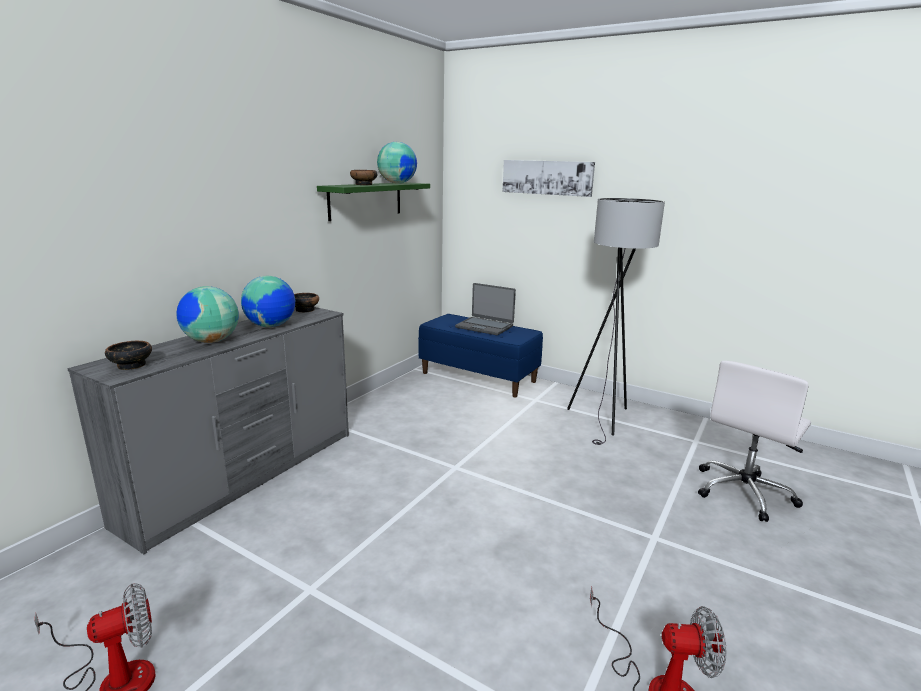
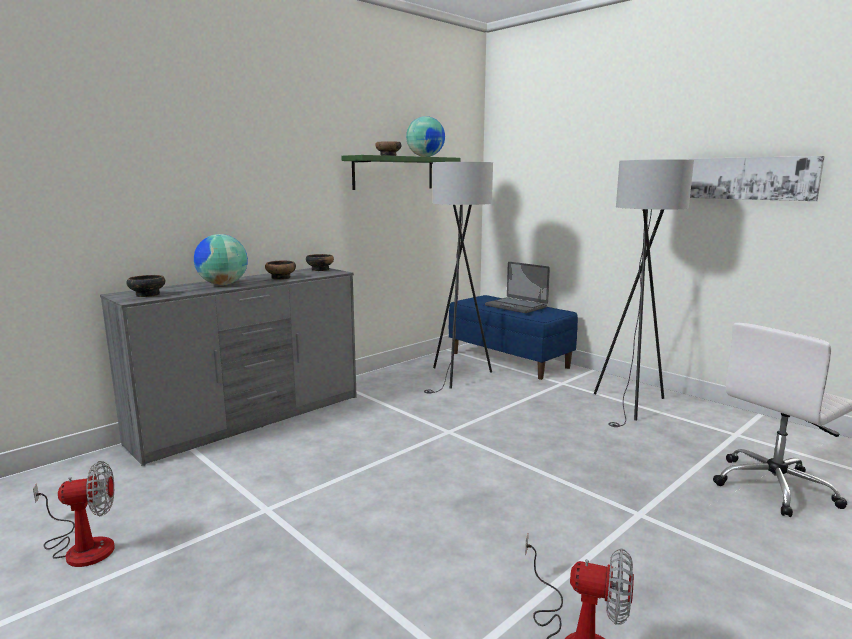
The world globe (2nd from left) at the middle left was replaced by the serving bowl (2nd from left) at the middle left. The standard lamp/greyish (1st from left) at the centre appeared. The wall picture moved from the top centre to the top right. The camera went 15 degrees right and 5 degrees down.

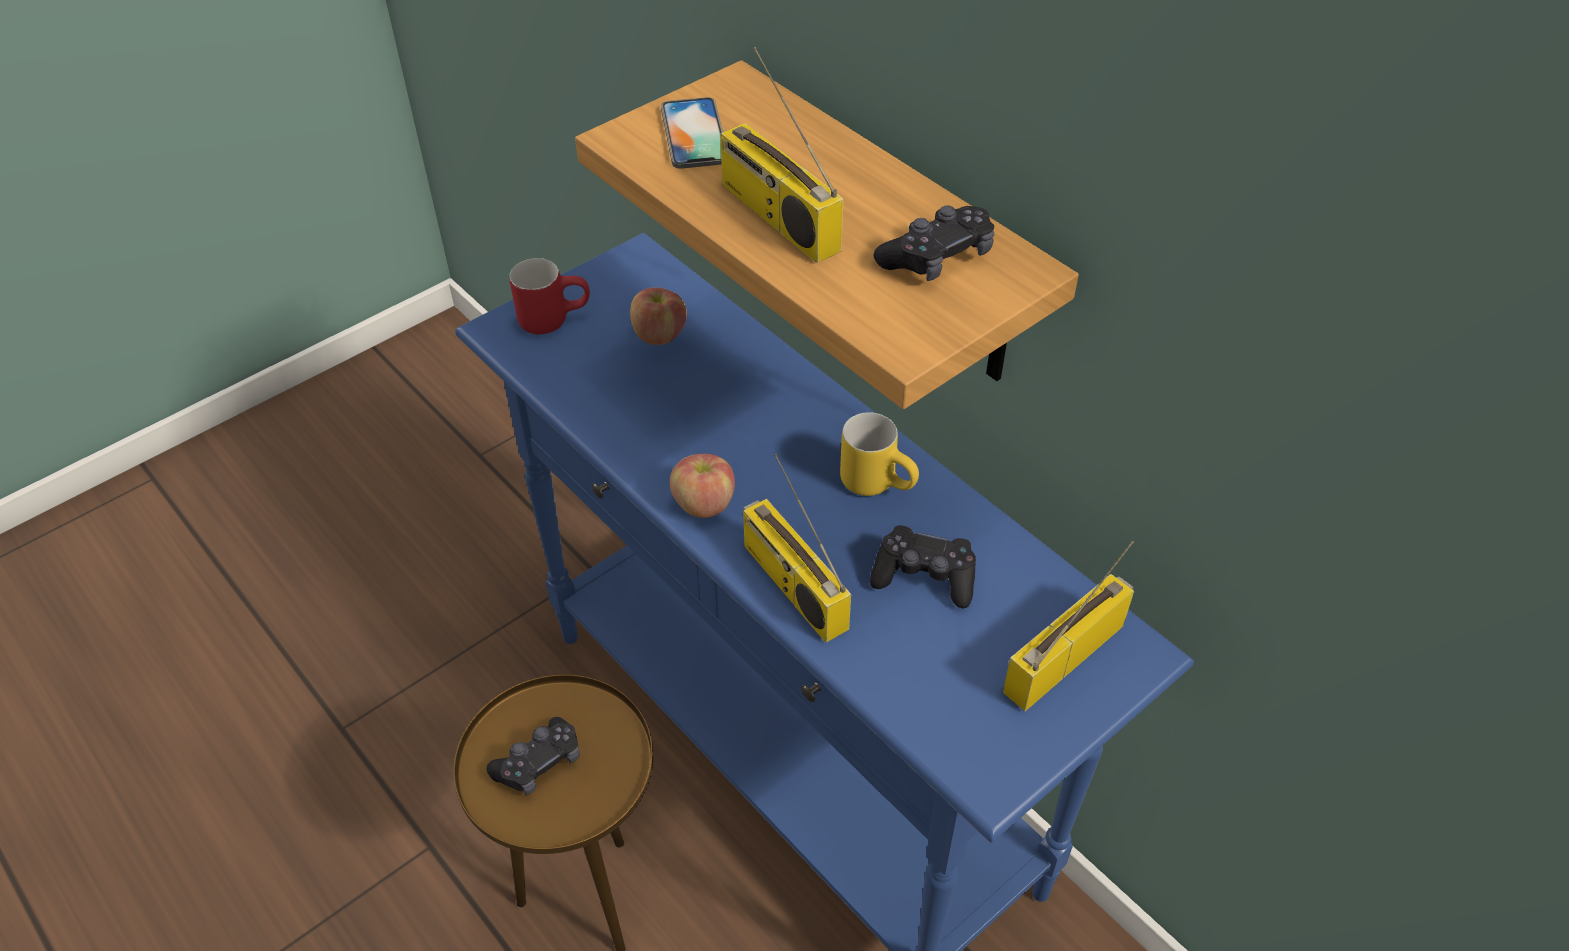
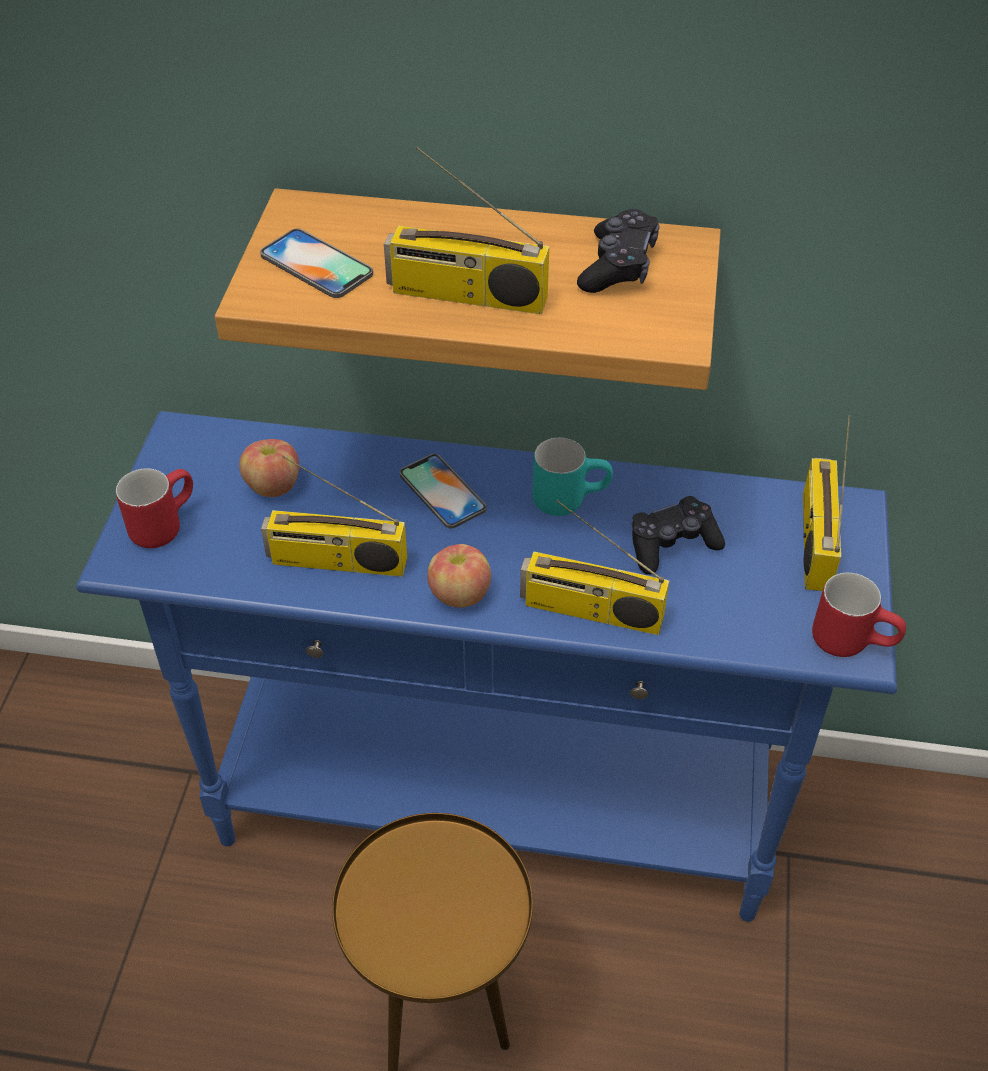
The radio (1st from left) at the centre appeared. The handset (2nd from left) at the centre appeared. The coffee mug/yellowish at the centre became the coffee mug/turquoise-coloured at the centre. The coffee mug/reddish (2nd from left) at the middle right appeared. The joypad/blackish (1st from left) at the bottom centre disappeared. The camera went 40 degrees left and 0 degrees up.

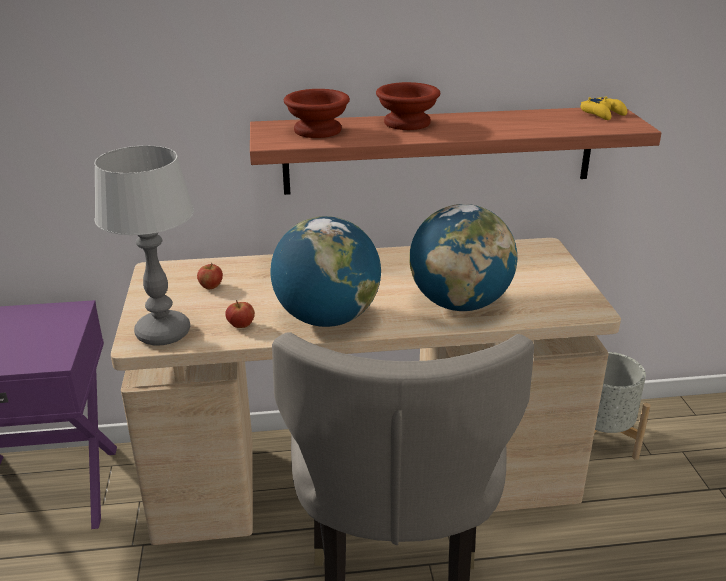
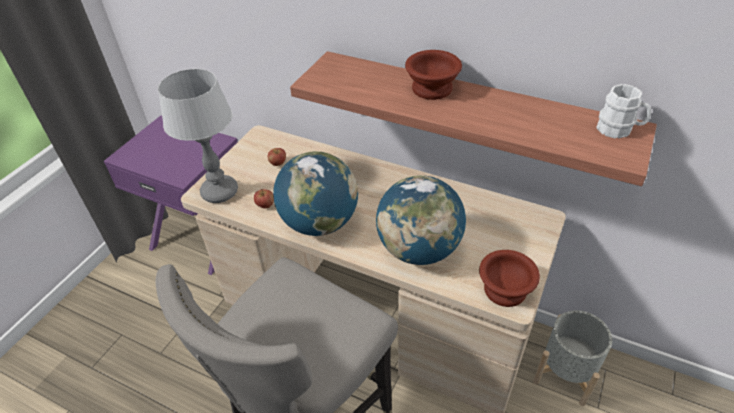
The serving bowl/brown-coloured (1st from left in the first image) moved from the top centre to the bottom right. The joypad/yellowish at the top right was replaced by the coffee mug/whitish at the top right. The camera went 35 degrees right and 15 degrees up.

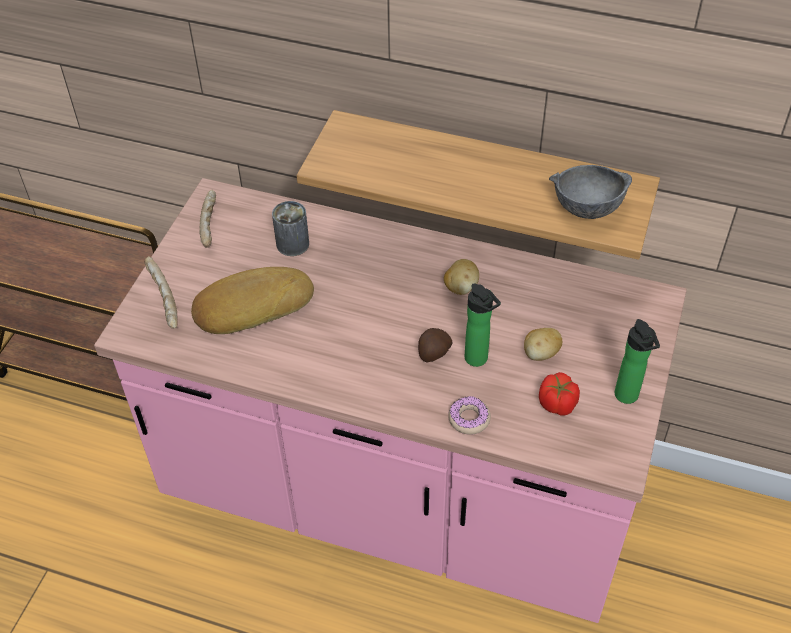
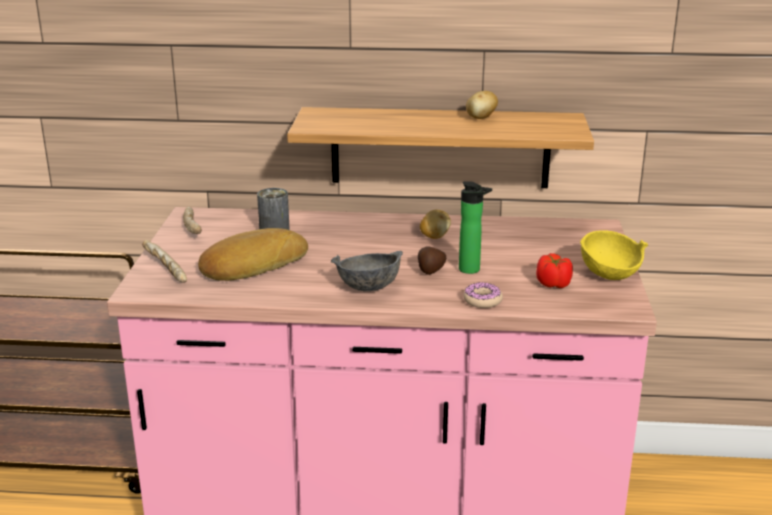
The serving bowl/greyish moved from the top right to the centre. The spud (3rd from left) moved from the middle right to the top centre. The drink bottle (2nd from left) at the middle right was replaced by the serving bowl/yellowish at the middle right. The camera went 15 degrees left and 25 degrees down.

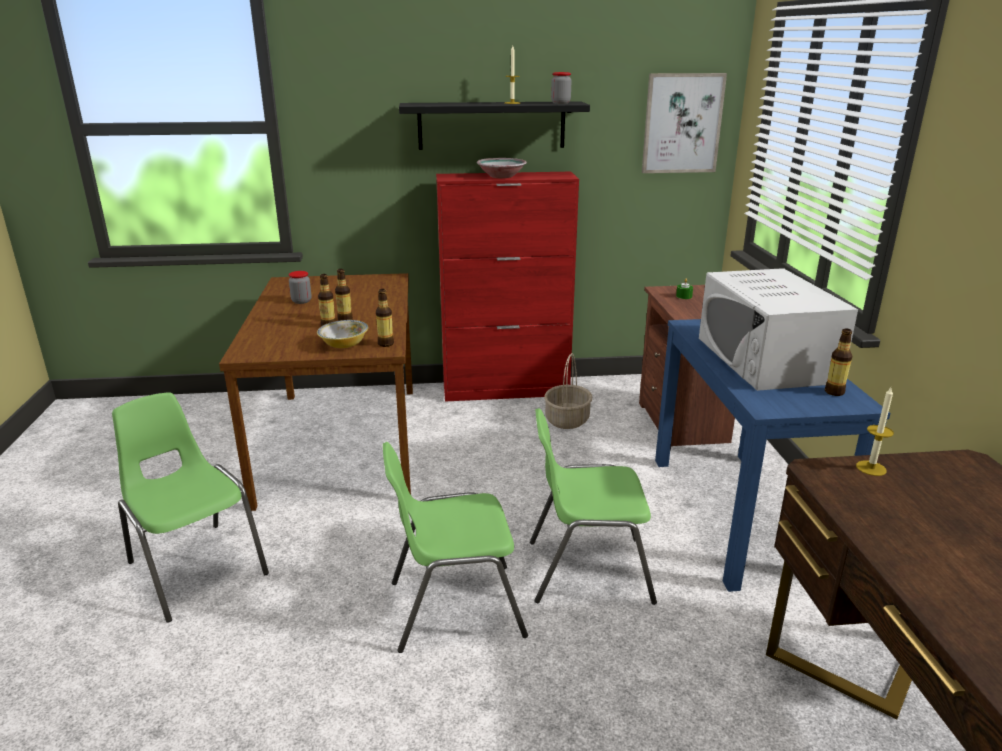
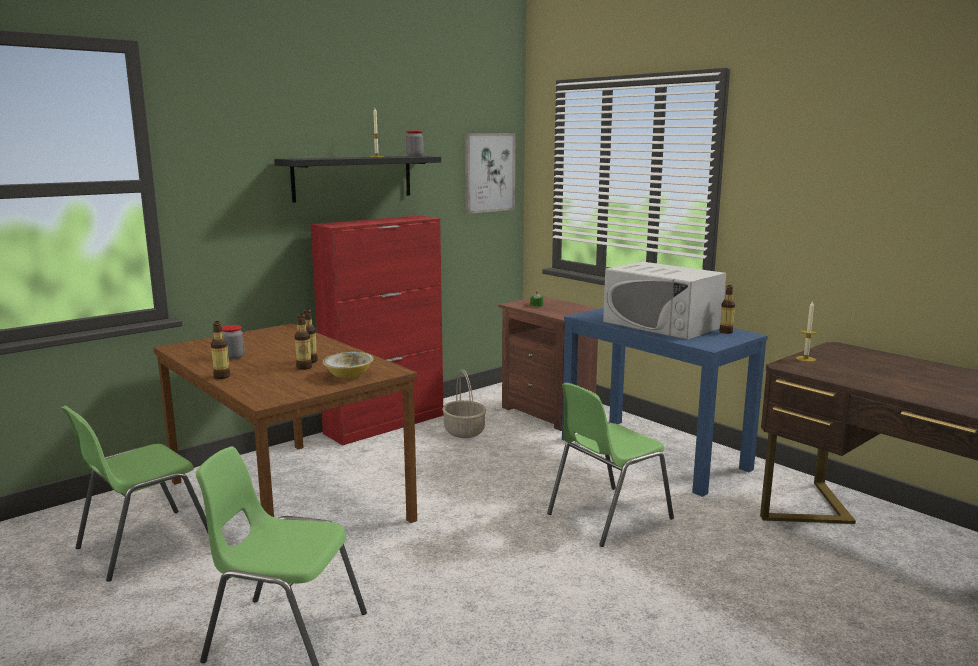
The chair/green-coloured (2nd from left in the first image) moved from the bottom centre to the bottom left. The drink bottle (3rd from left in the first image) moved from the centre to the middle left. The serving bowl (2nd from left) at the top centre disappeared. The camera went 35 degrees left and 10 degrees down.

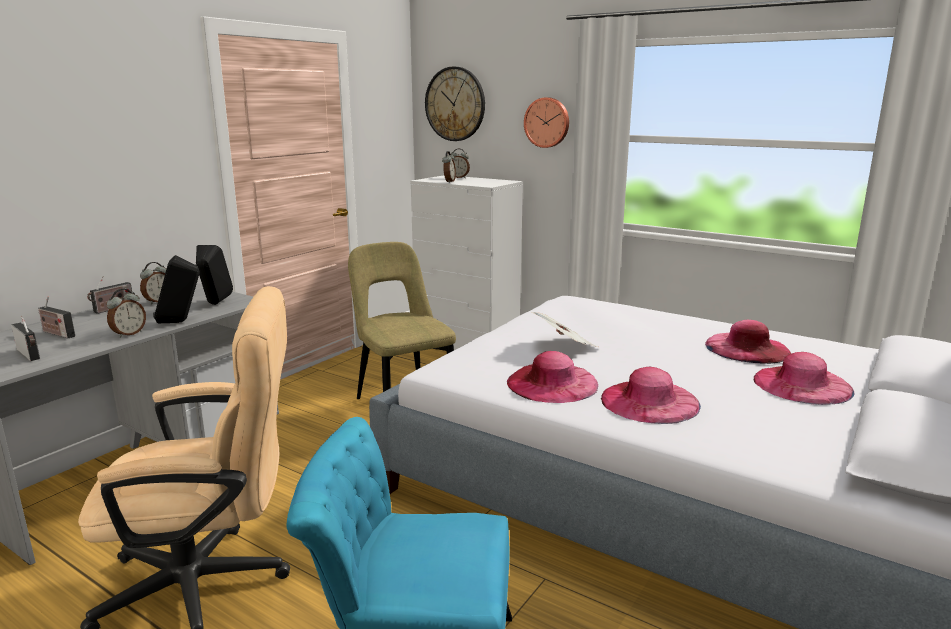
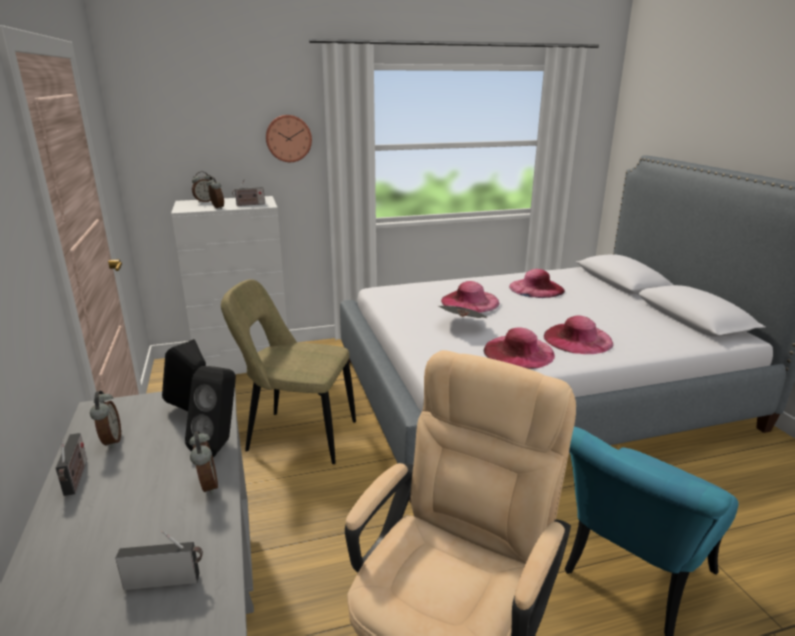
The radio (2nd from left in the first image) moved from the middle left to the top left. The clothing hat/pinkish (4th from left in the first image) moved from the middle right to the centre. The wall clock (1st from left) at the top centre disappeared. The camera went 50 degrees left and 5 degrees up.

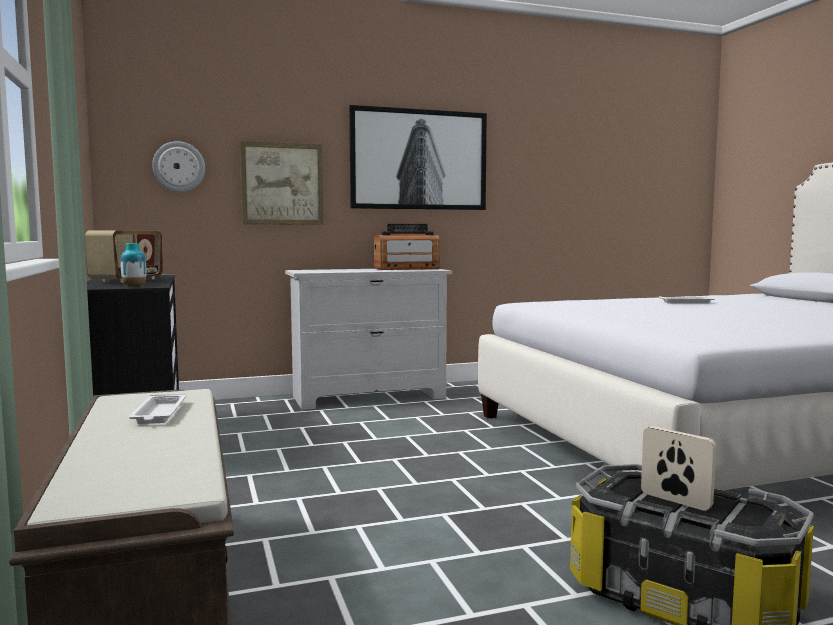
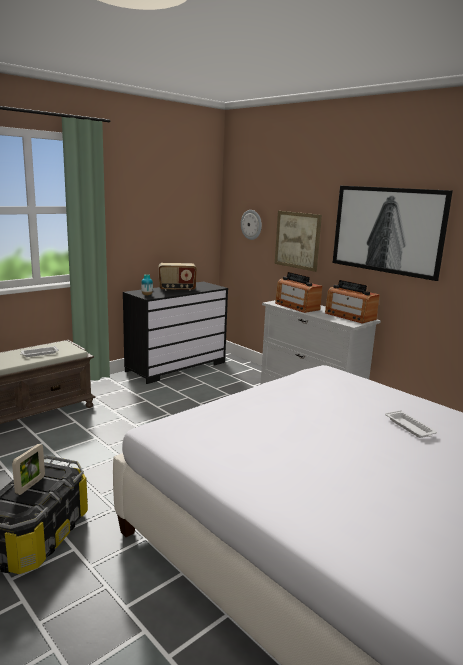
The radio (2nd from left) at the centre appeared. The camera went 65 degrees right and 10 degrees up.

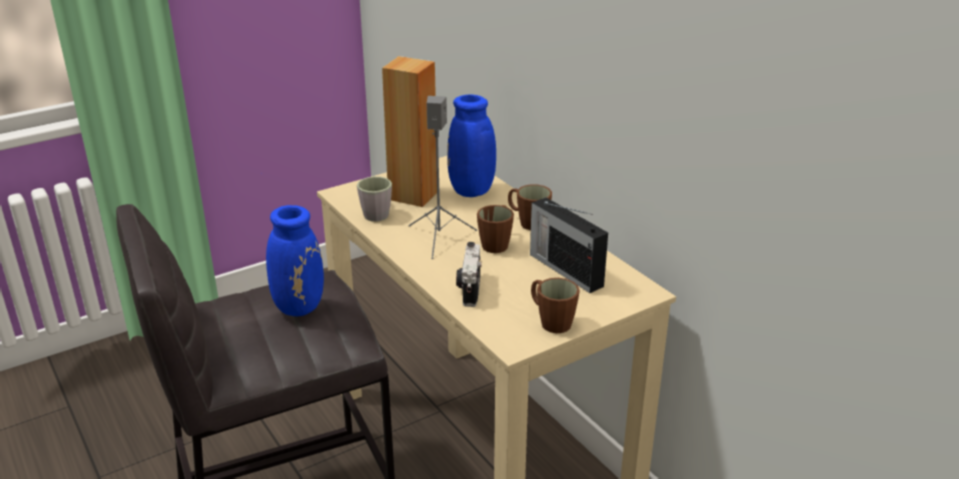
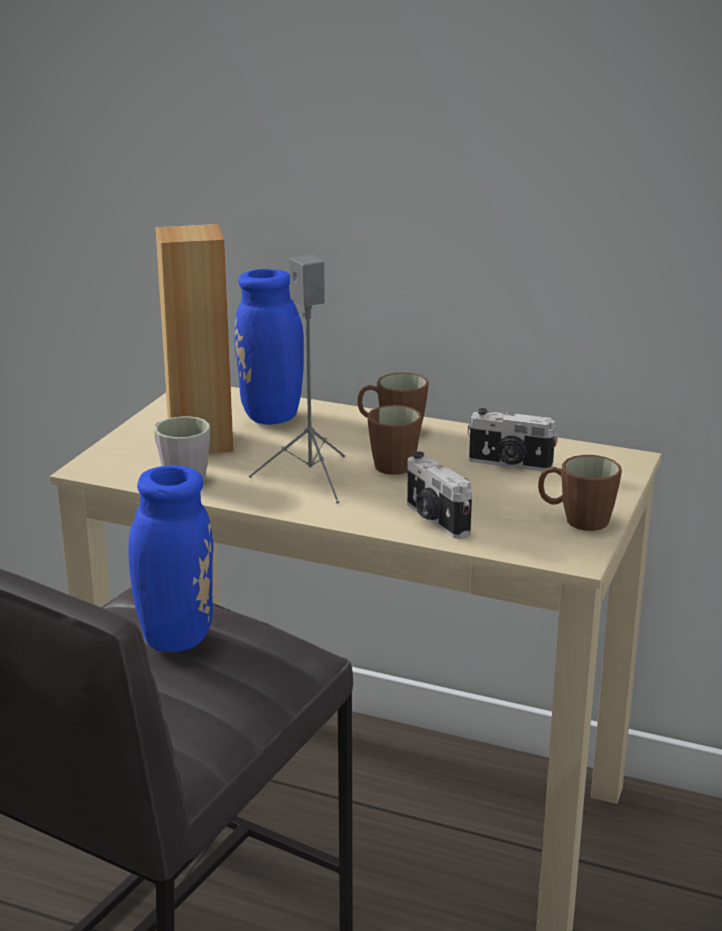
The radio at the centre was replaced by the still camera (2nd from left) at the middle right. The camera went 35 degrees left and 5 degrees down.

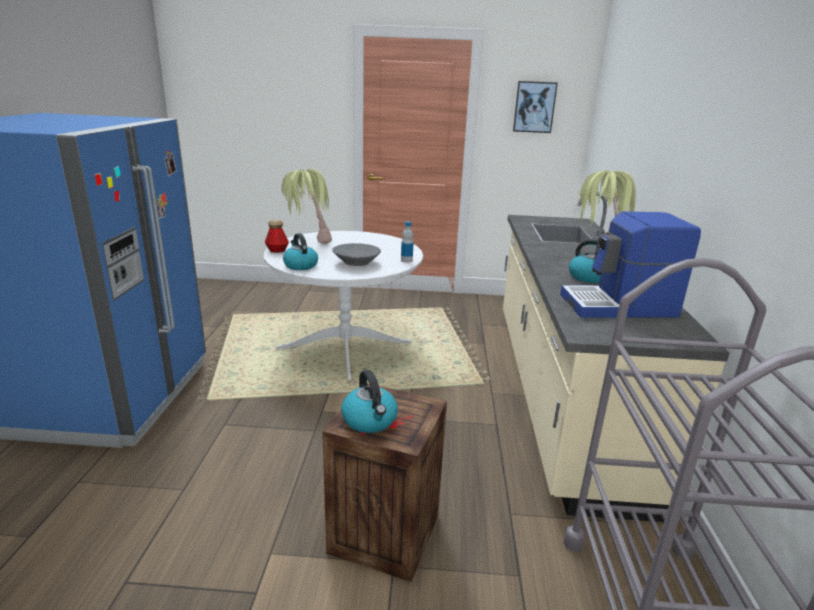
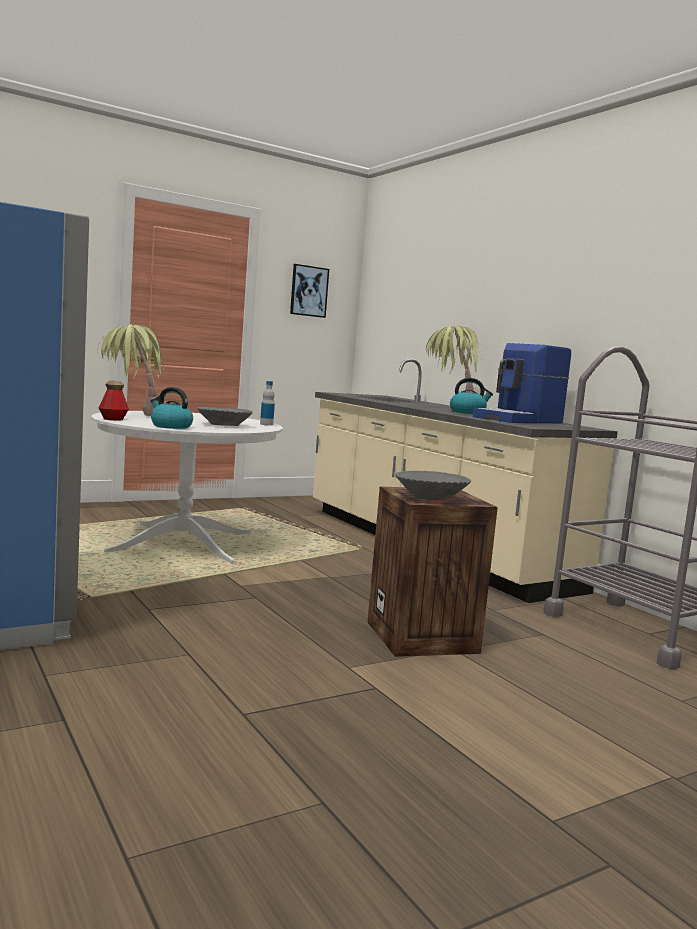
The tea kettle (2nd from left) at the centre was replaced by the serving bowl/greyish (2nd from left) at the centre. The camera went 35 degrees left and 15 degrees down.

